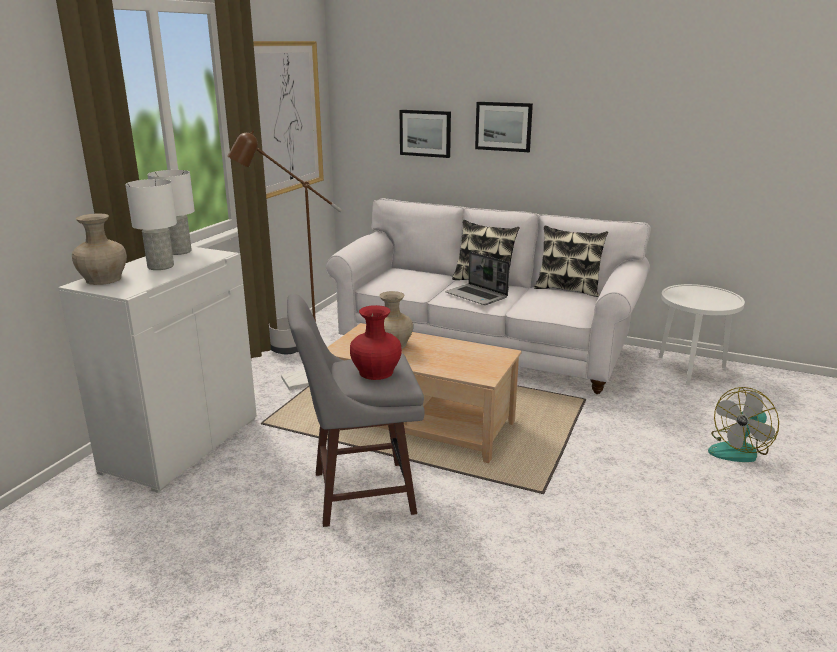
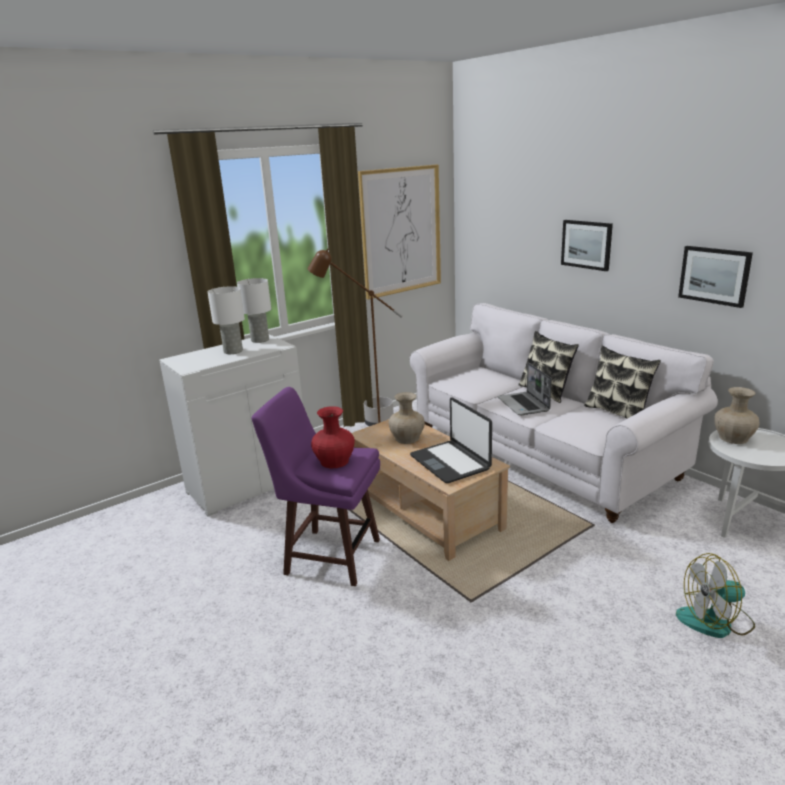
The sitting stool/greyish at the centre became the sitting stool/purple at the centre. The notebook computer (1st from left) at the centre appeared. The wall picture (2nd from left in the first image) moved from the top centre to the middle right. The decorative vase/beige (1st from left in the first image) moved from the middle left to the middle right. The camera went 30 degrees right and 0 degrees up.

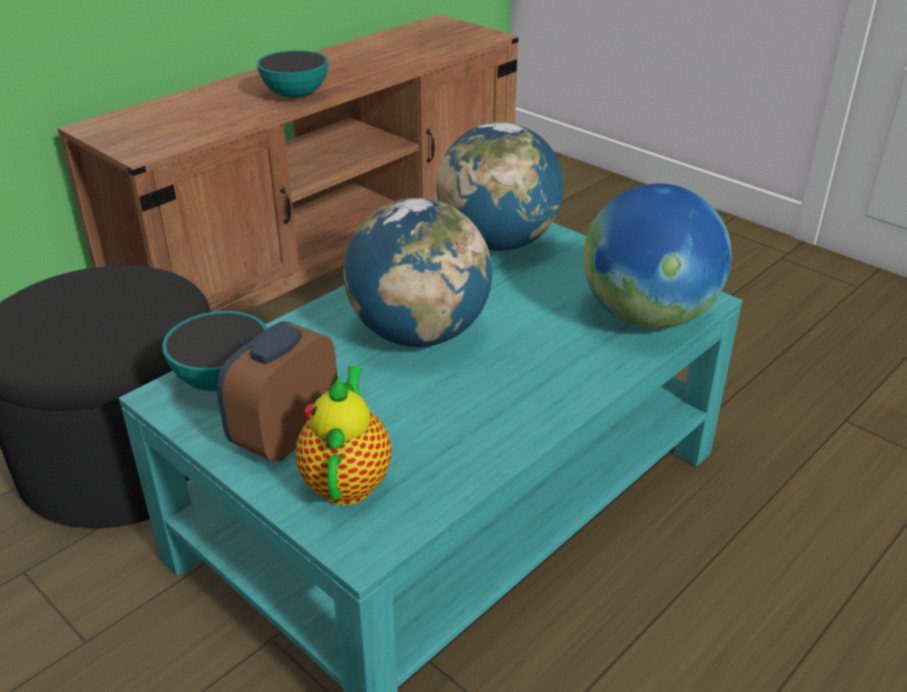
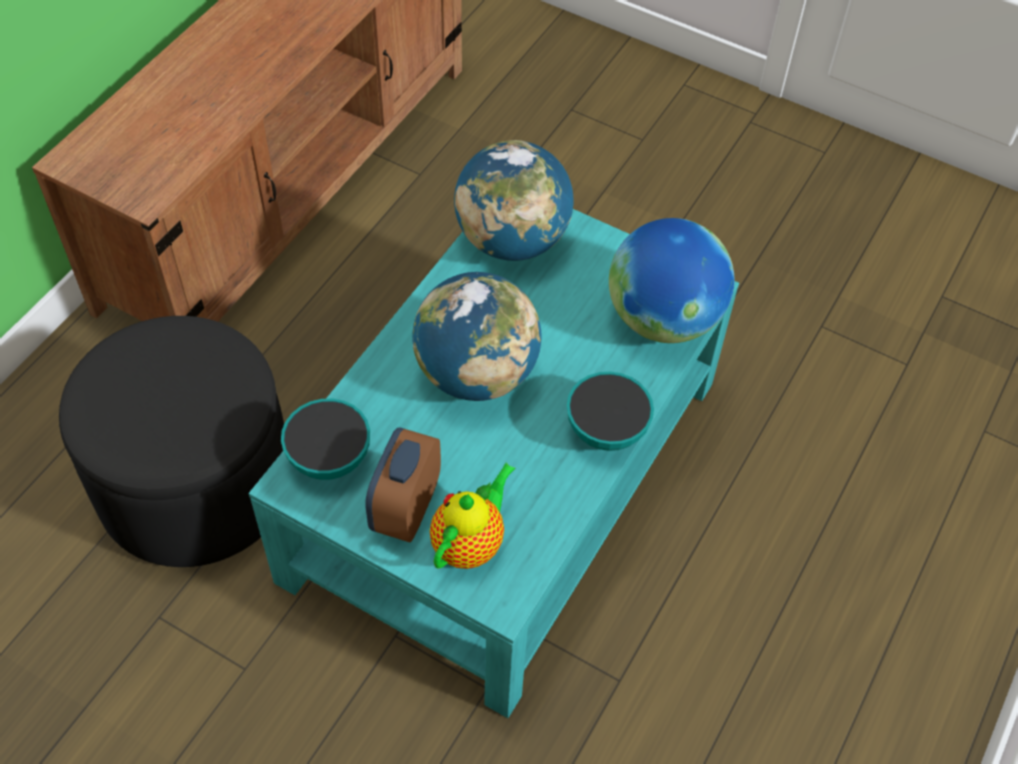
The pot for tea at the centre turned 45 degrees clockwise. The serving bowl (2nd from left) moved from the top left to the centre. The camera went 15 degrees left and 20 degrees up.

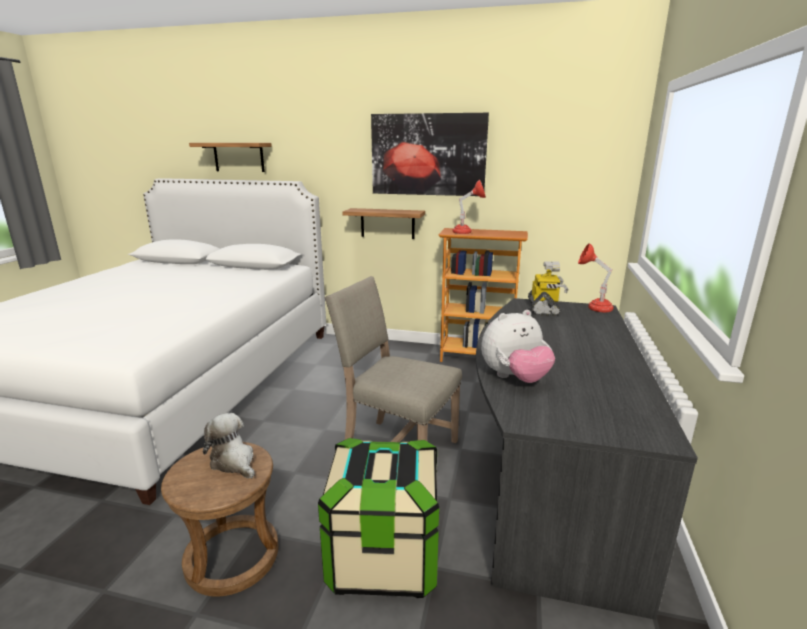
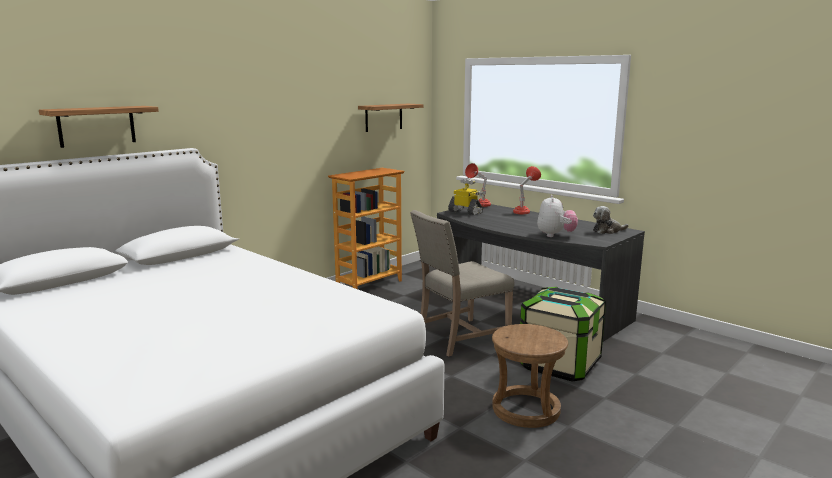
The bracket shelf (2nd from left) moved from the centre to the top centre. The lamp for a table/reddish (1st from left in the first image) moved from the top centre to the centre. The soft toy (1st from left in the first image) moved from the bottom left to the middle right. The wall picture at the top centre disappeared. The camera went 60 degrees left and 5 degrees down.

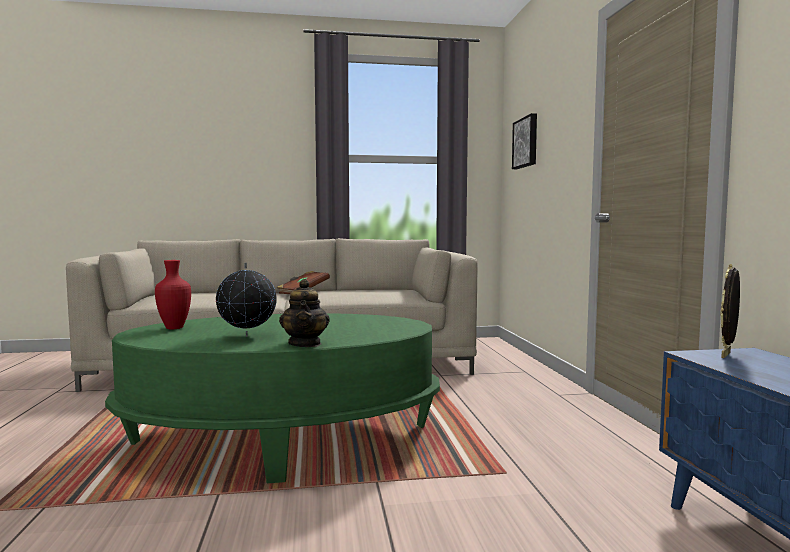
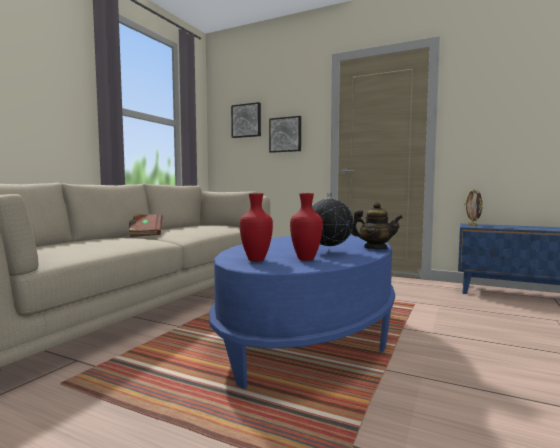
The coffee table/green-coloured at the bottom centre became the coffee table/bluish at the bottom centre. The wall picture (2nd from left) at the top centre appeared. The decorative vase/reddish (2nd from left) at the centre appeared. The camera went 55 degrees left and 0 degrees up.

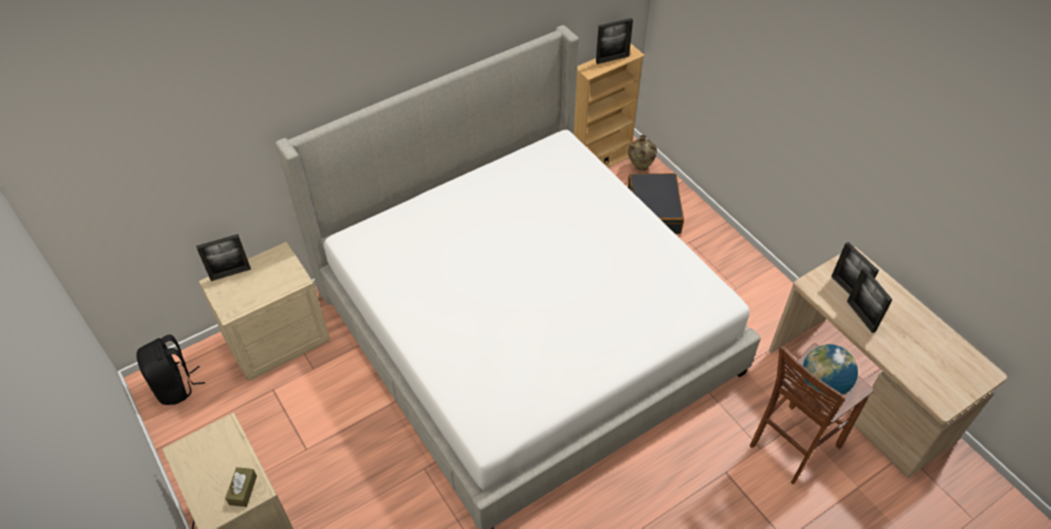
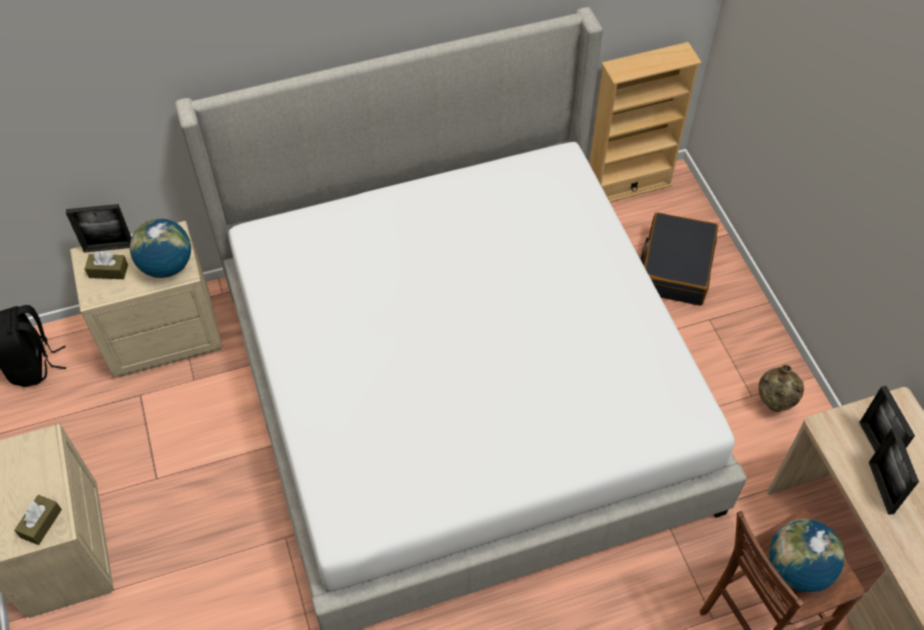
The box of tissues/brown-coloured (2nd from left) at the middle left appeared. The world globe (1st from left) at the middle left appeared. The decorative vase/beige moved from the top centre to the middle right. The picture frame (2nd from left) at the top centre disappeared. The camera went 15 degrees right and 5 degrees up.

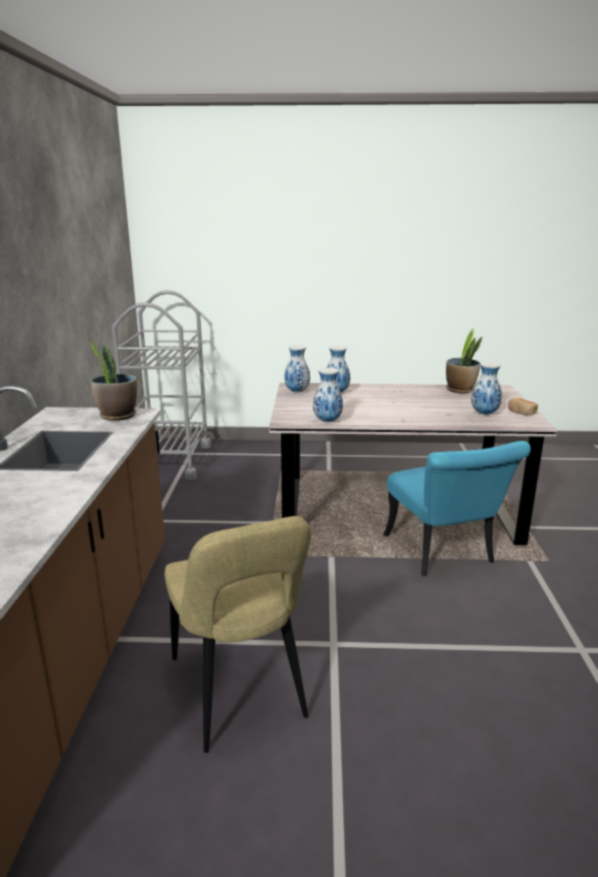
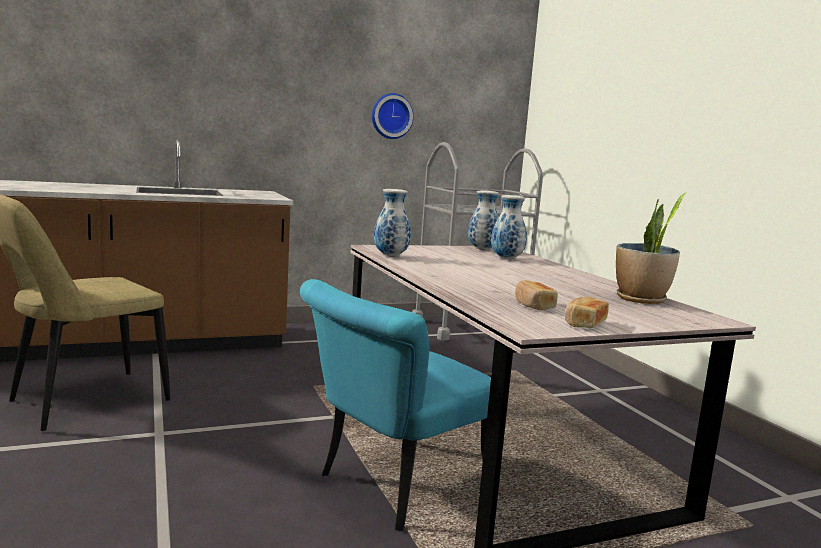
The wall clock at the top centre appeared. The decorative vase (4th from left) at the middle right was replaced by the baked bread (1st from left) at the centre. The plant in a pot (1st from left) at the middle left disappeared. The camera went 65 degrees right and 10 degrees down.

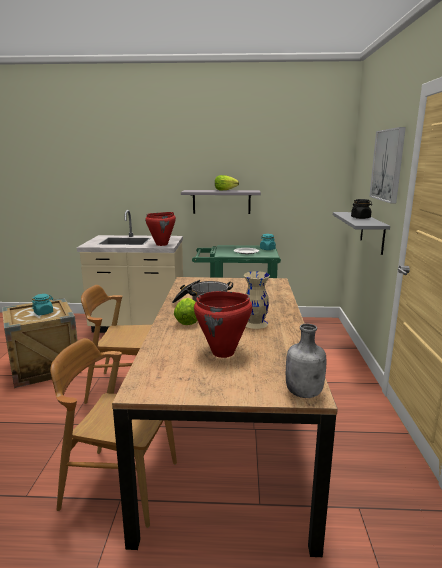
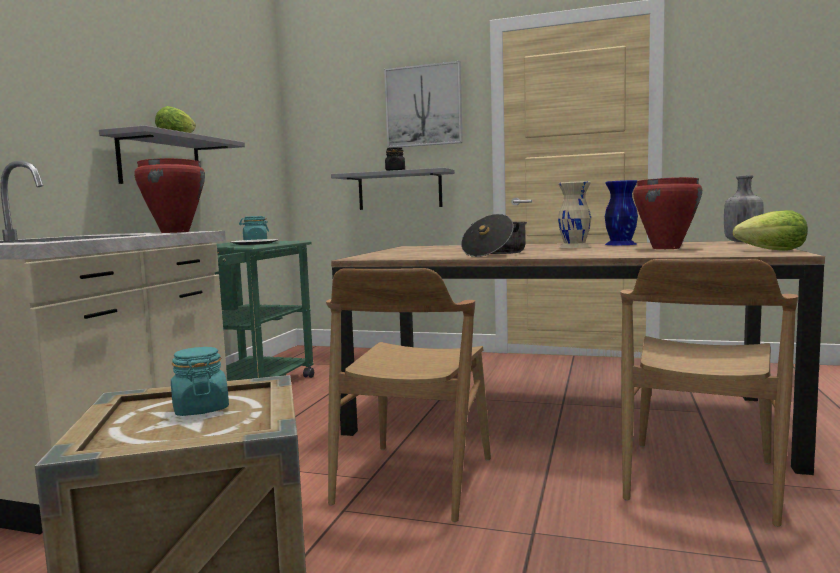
The decorative vase/bluish at the middle right appeared. The head of lettuce (1st from left in the first image) moved from the centre to the middle right. The camera went 75 degrees left and 10 degrees down.

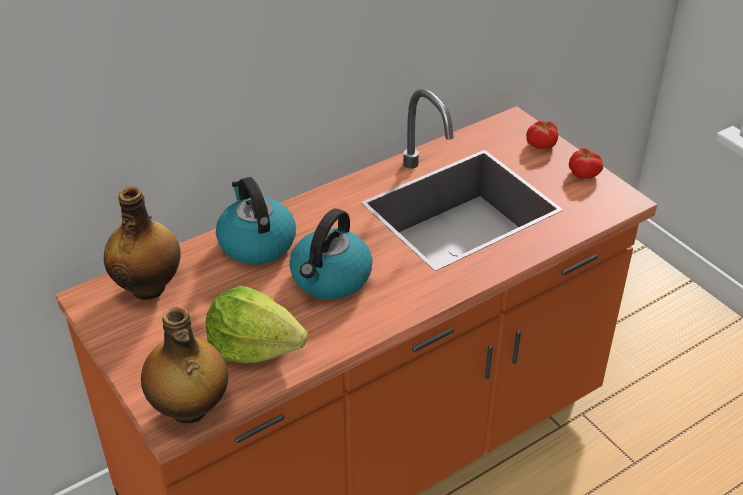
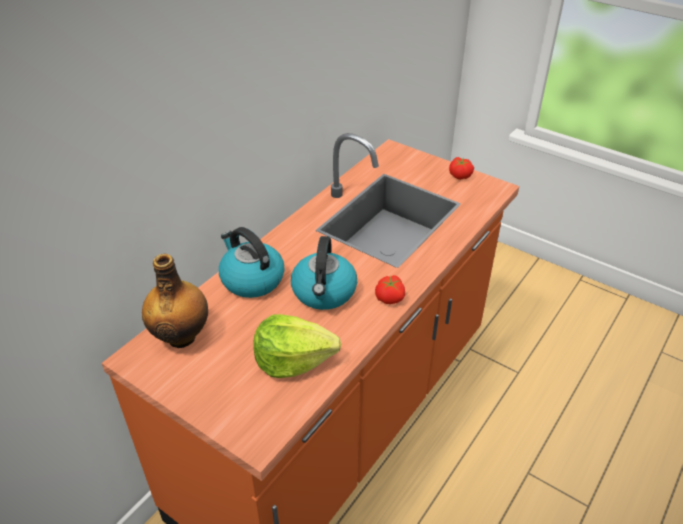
The fresh tomato (1st from left) moved from the top right to the centre. The drink bottle (2nd from left) at the bottom left disappeared. The camera went 20 degrees left and 0 degrees up.

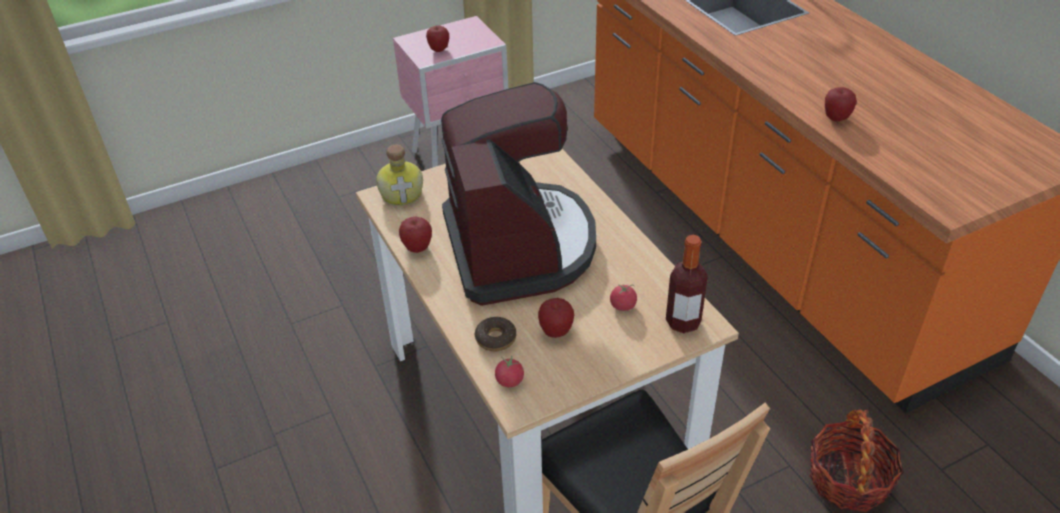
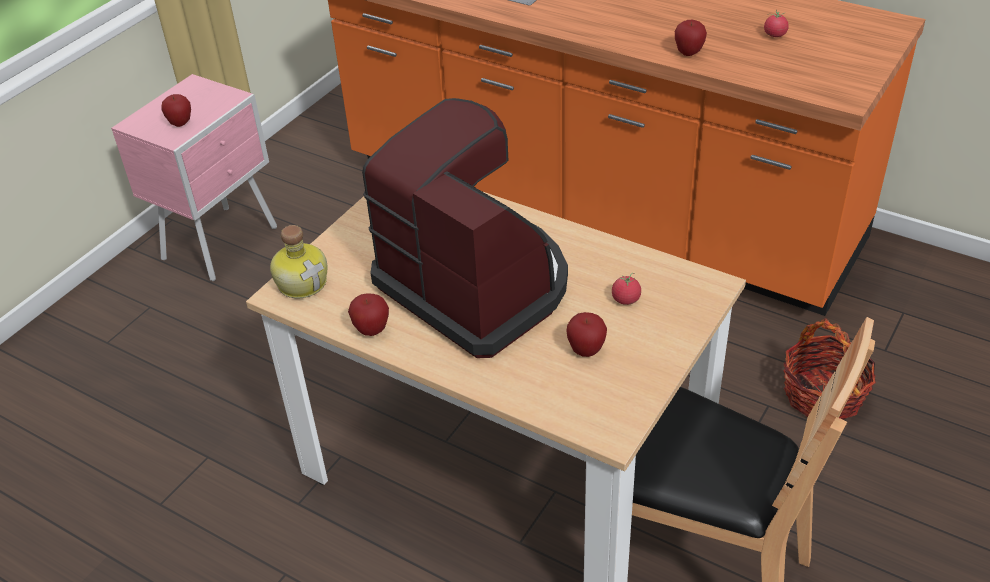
The fresh tomato (1st from left in the first image) moved from the bottom centre to the top right. The donut at the centre disappeared. The drink bottle (2nd from left) at the centre disappeared. The camera went 30 degrees left and 0 degrees up.

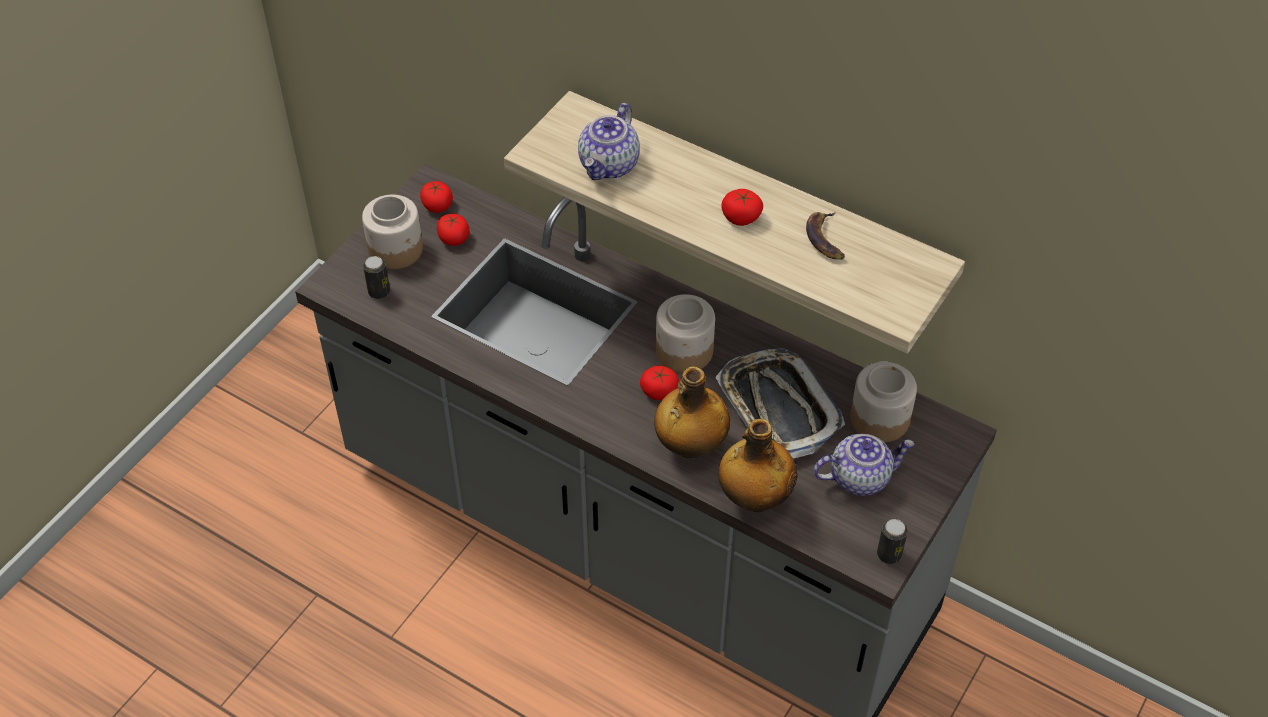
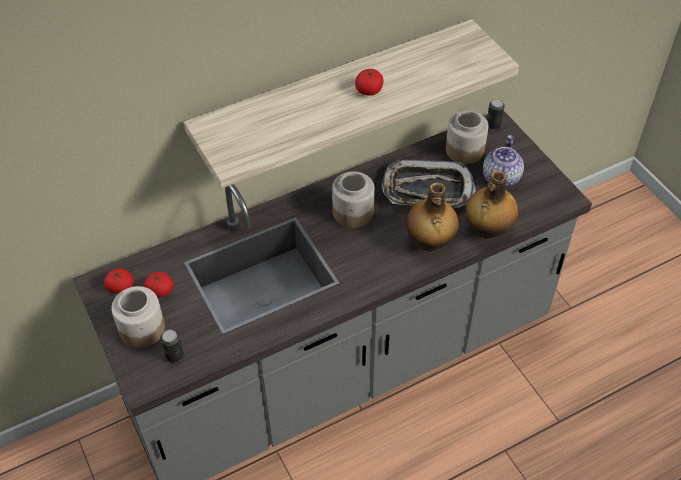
The sealed can (2nd from left) moved from the bottom right to the top right. The pot for tea (1st from left) at the top centre disappeared. The fresh tomato (3rd from left) at the centre disappeared. The whole banana at the top centre disappeared. The camera went 60 degrees left and 0 degrees up.

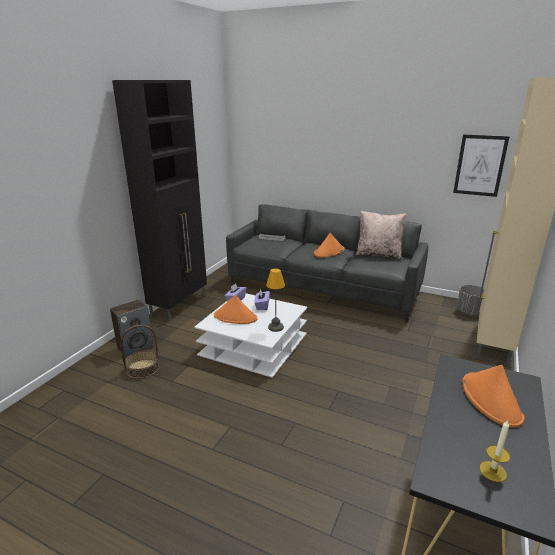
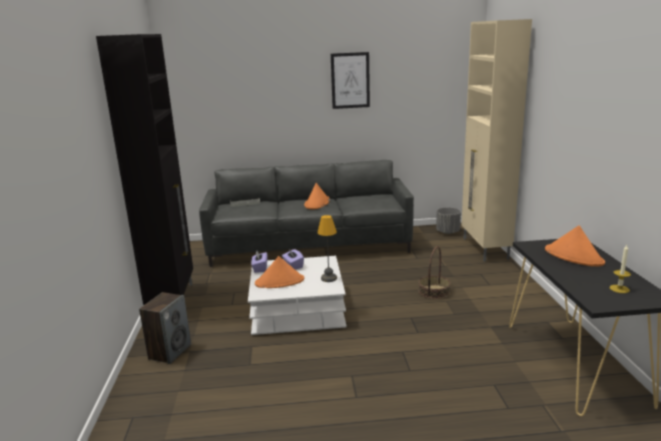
The wall picture moved from the top right to the top centre. The basket moved from the middle left to the centre. The cushion/beige at the middle right disappeared. The camera went 30 degrees left and 5 degrees down.

